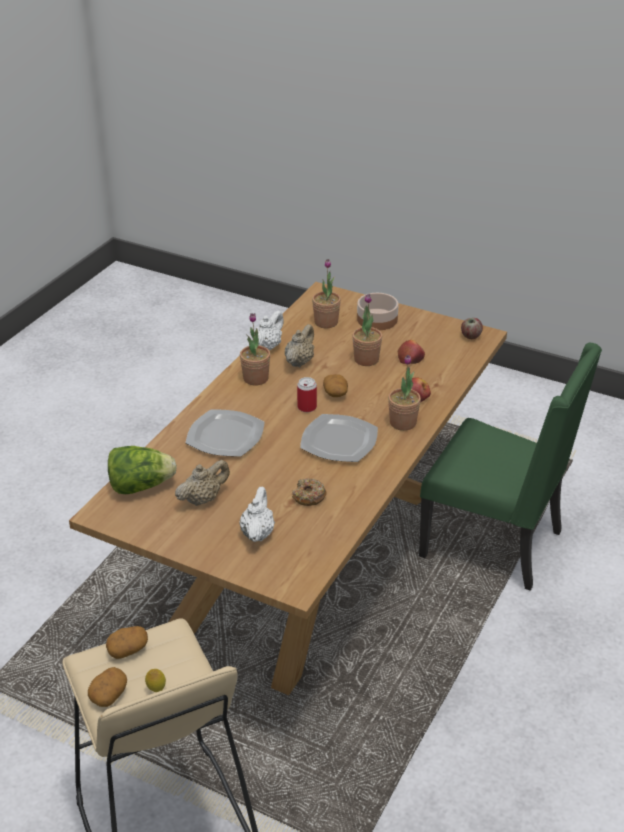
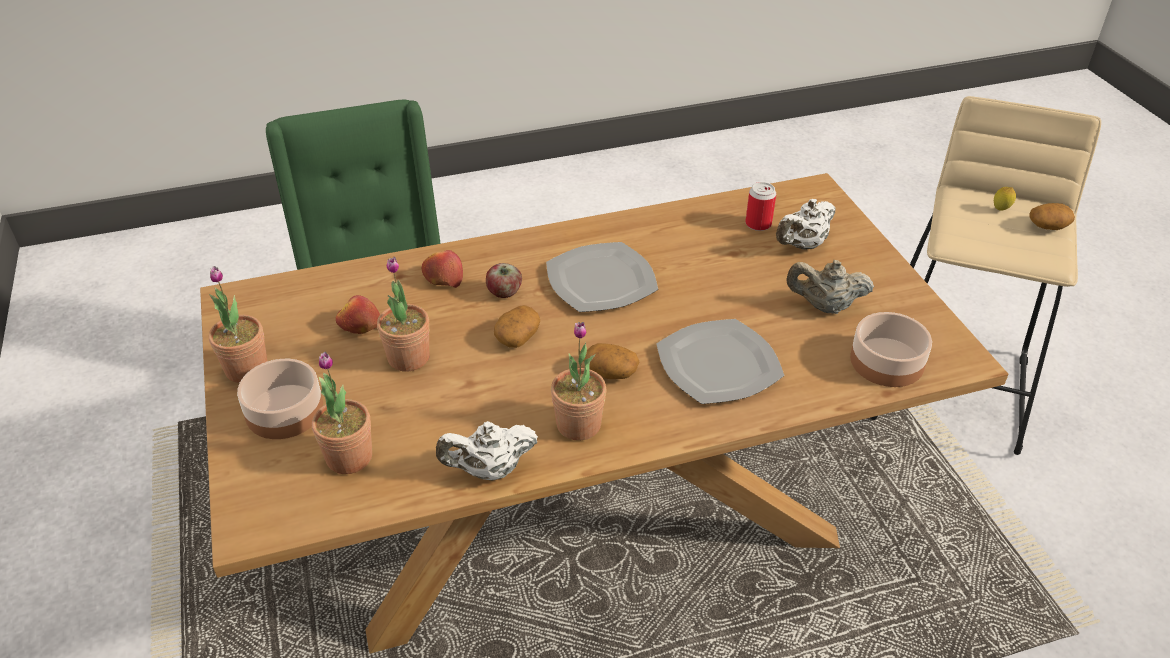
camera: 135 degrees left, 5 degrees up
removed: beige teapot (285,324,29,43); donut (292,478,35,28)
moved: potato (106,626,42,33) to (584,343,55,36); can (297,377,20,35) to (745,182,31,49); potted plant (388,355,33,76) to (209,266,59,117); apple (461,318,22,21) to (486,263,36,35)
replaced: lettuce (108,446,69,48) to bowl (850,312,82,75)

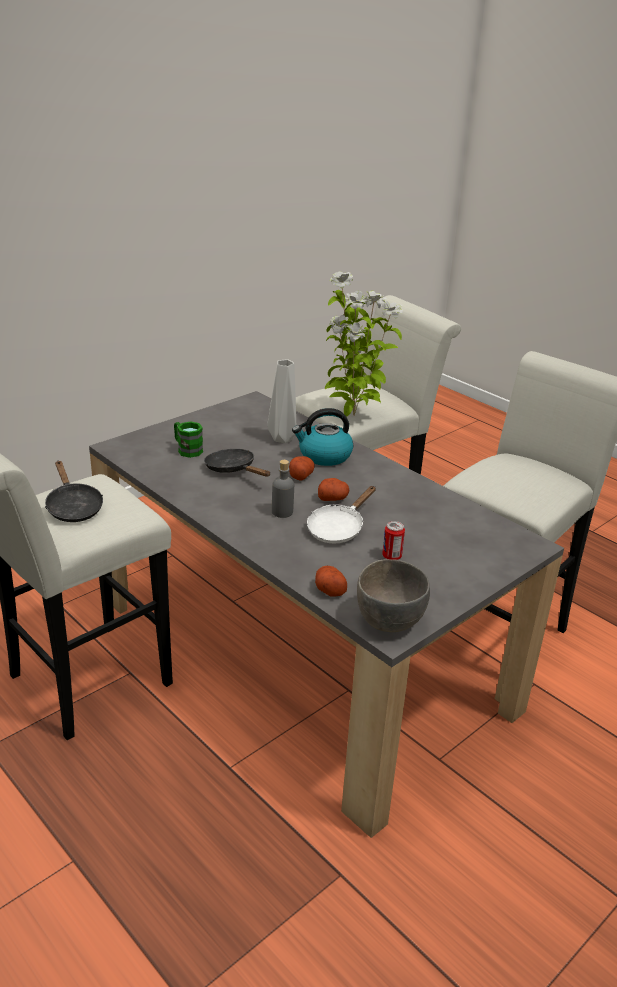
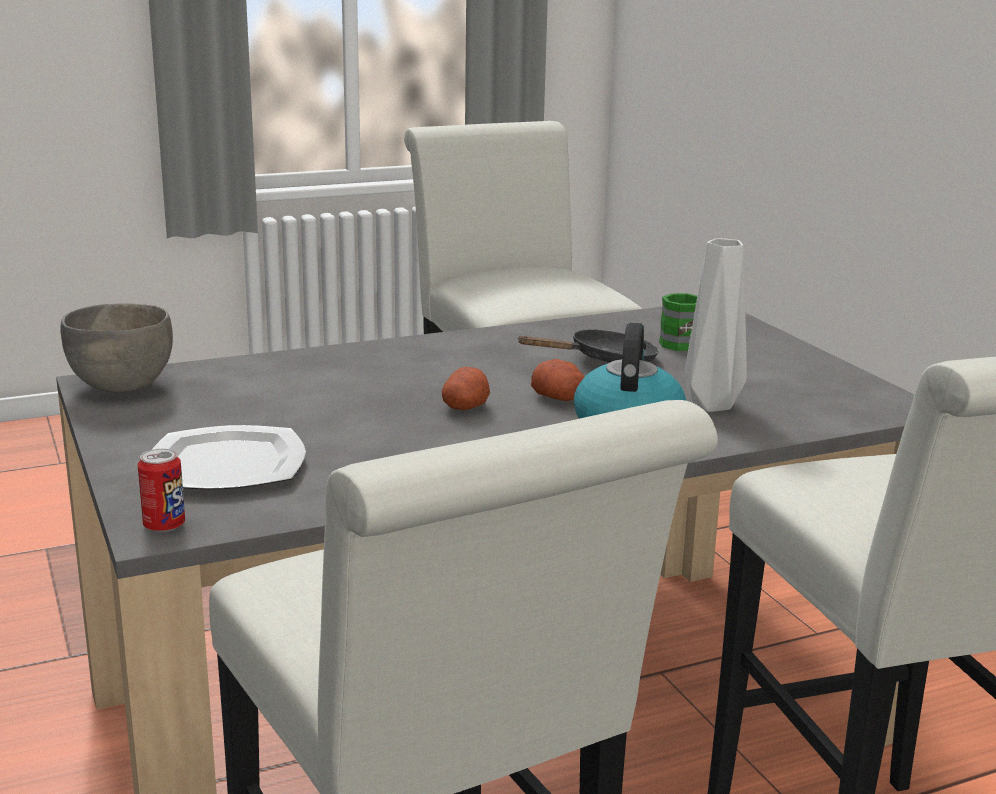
camera: 110 degrees right, 10 degrees down
removed: black frying pan (45,461,58,61); grey bottle (272,460,22,58); white frying pan (307,486,69,57); potato (315,566,32,31); potted plant (325,272,78,145)
added: plate (152,425,154,64)
moved: can (382,521,23,39) to (138,449,47,83)

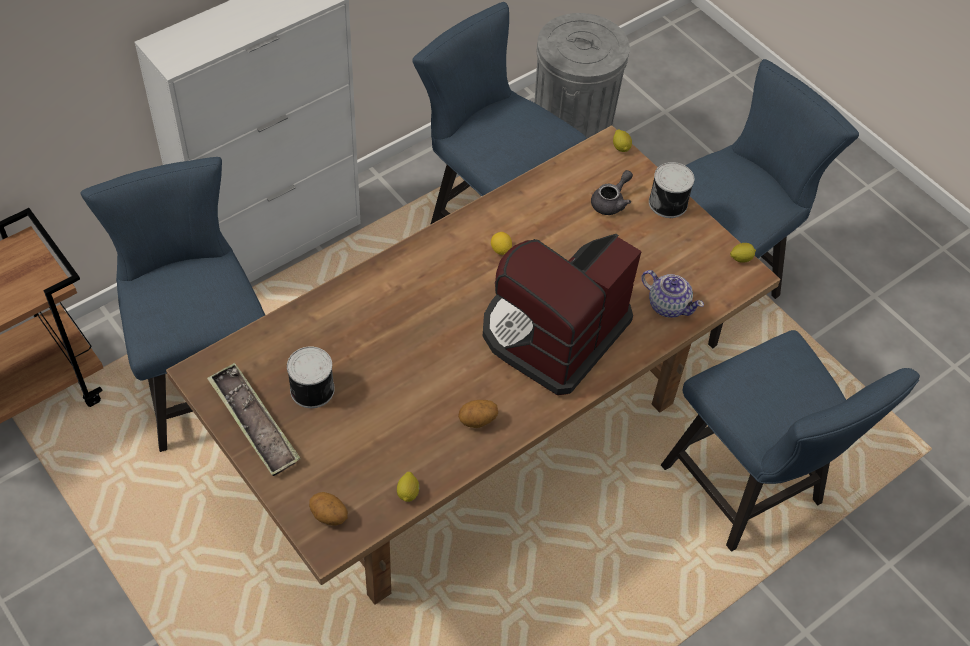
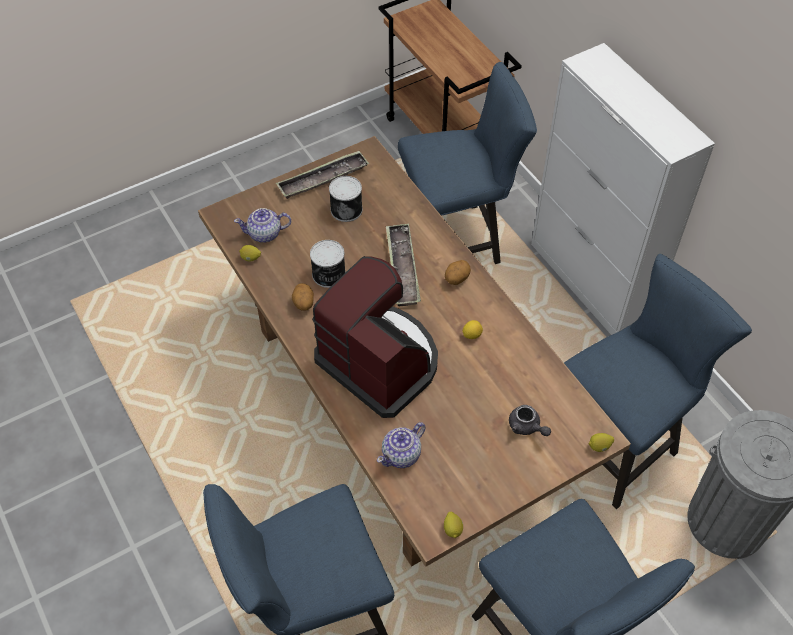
camera: 100 degrees right, 0 degrees up
added: teapot (234,208,57,35); tray (386,224,35,82)
moved: potato (309,492,39,34) to (445,260,26,25); can (649,162,45,56) to (310,240,36,48)

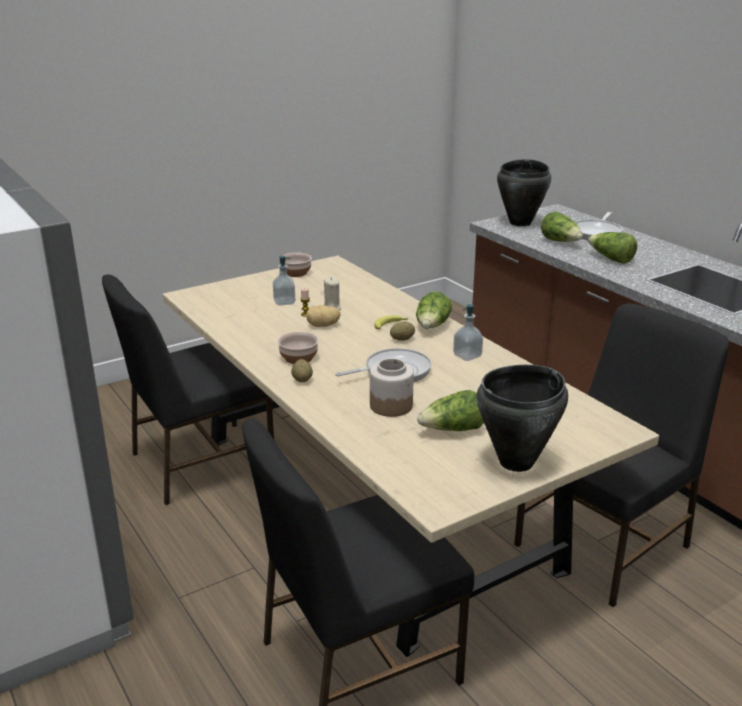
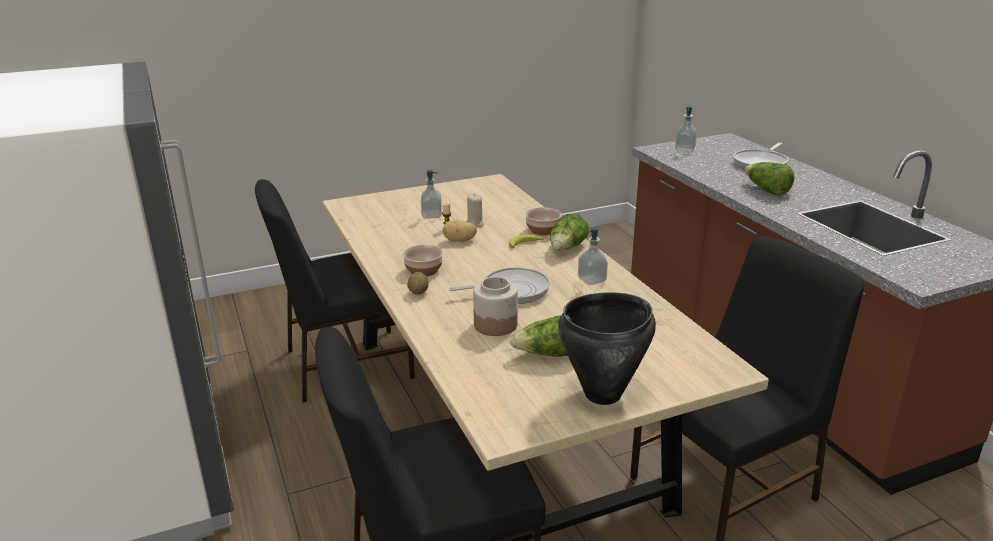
camera: 10 degrees right, 0 degrees up
removed: potato (390,321,25,20); lettuce (541,211,42,31)
moved: bowl (279,252,33,25) to (525,207,37,28)
replaced: black cooking pot (497,159,54,67) to soap dispenser (675,107,22,45)

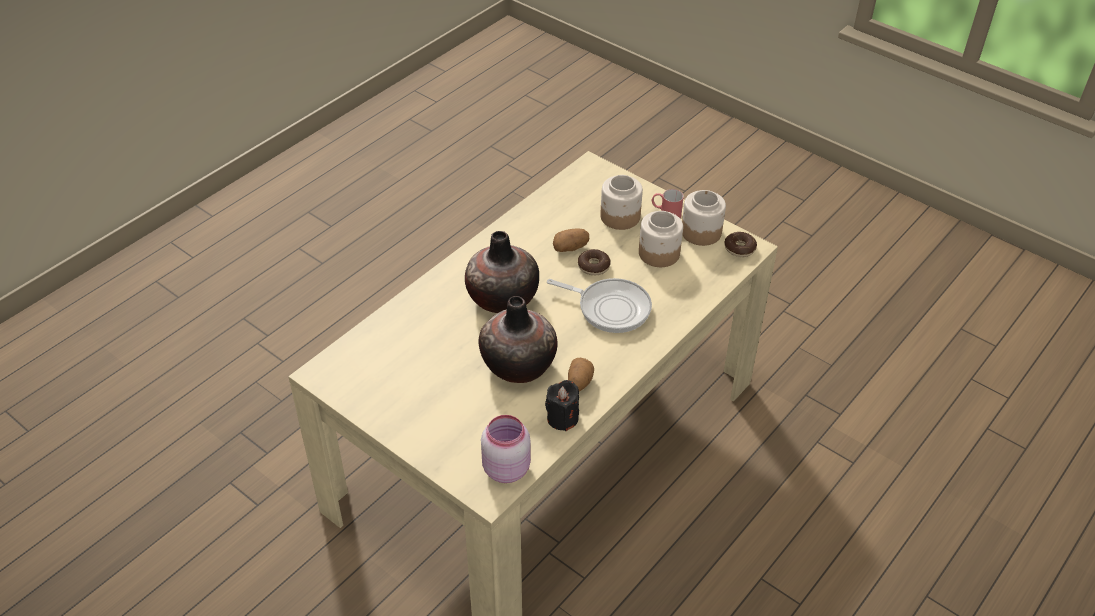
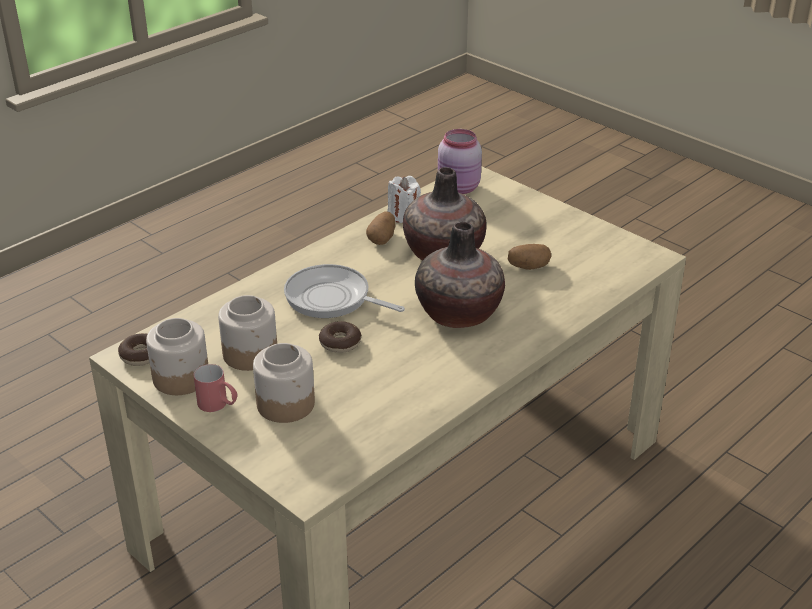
camera: 175 degrees left, 10 degrees down
moved: potato (553,228,36,24) to (508,244,44,26)
recoloured: black candle (545,380,34,51) to white candle (387,176,34,47)

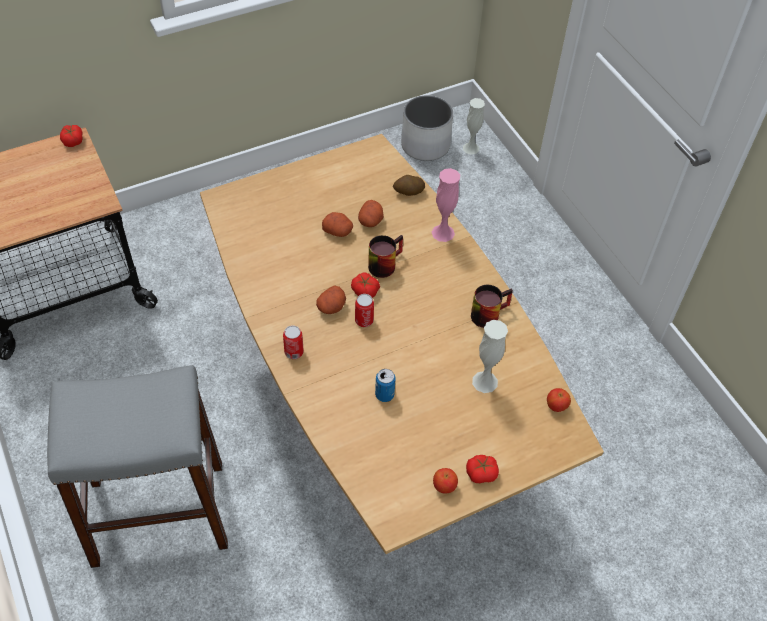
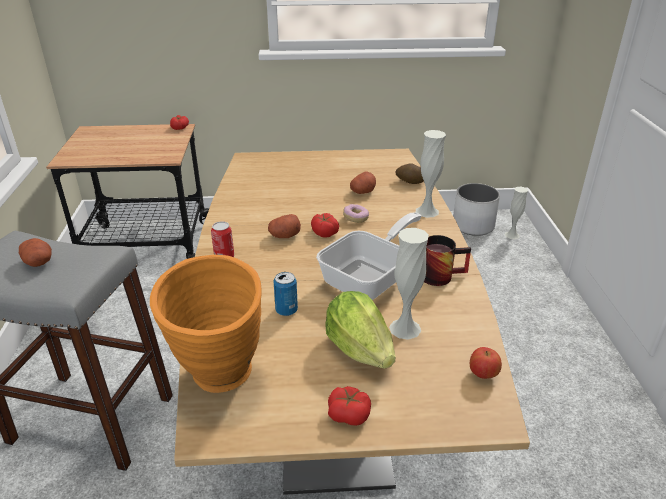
camera: 25 degrees right, 20 degrees down
removed: can (355,294,19,33); apple (433,468,25,25)
added: orange vase (150,255,112,138); frying pan (316,212,105,88); lettuce (325,291,70,78)
moved: potato (322,212,31,25) to (19,238,33,29)
replaced: mug (368,235,35,43) to donut (343,204,26,19)
recoloured: pink vase (432,168,28,74) to white vase (415,130,31,88)

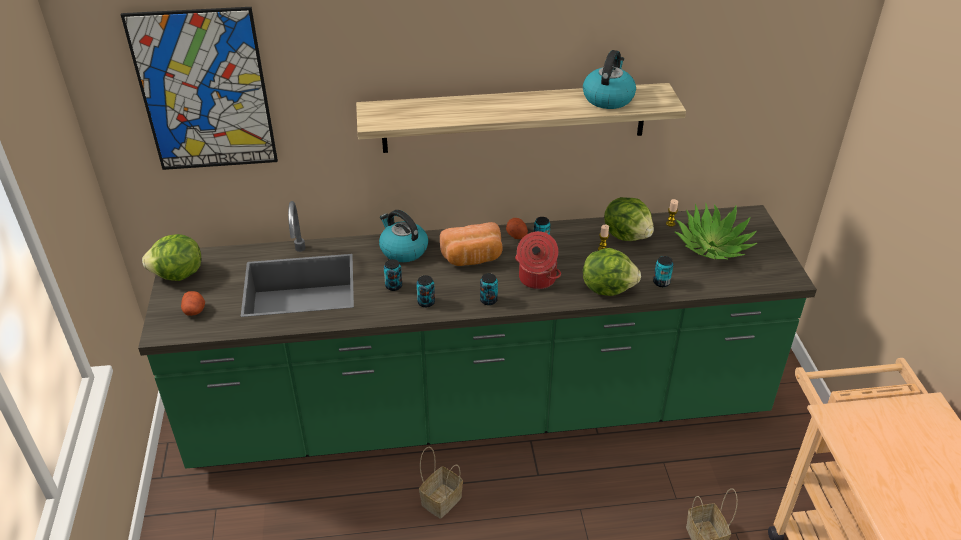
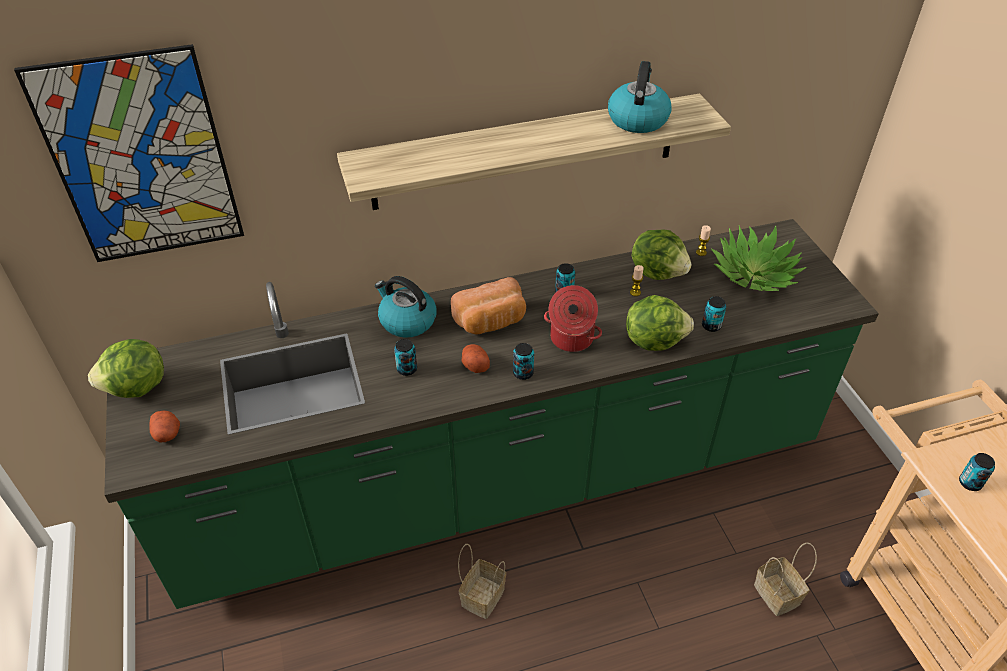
camera: 10 degrees left, 5 degrees up
moved: can (416,275,19,33) to (959,453,36,38); potato (506,218,22,21) to (462,344,28,29)

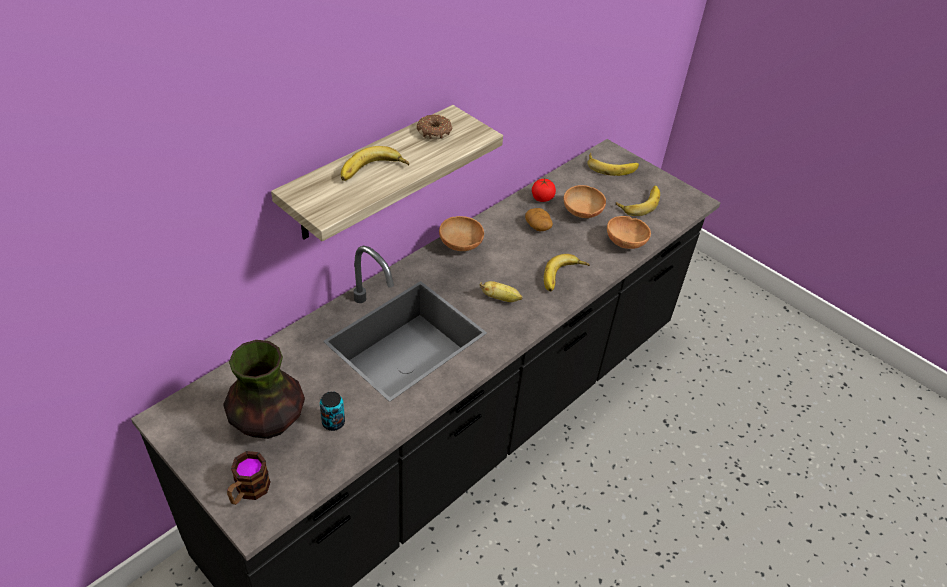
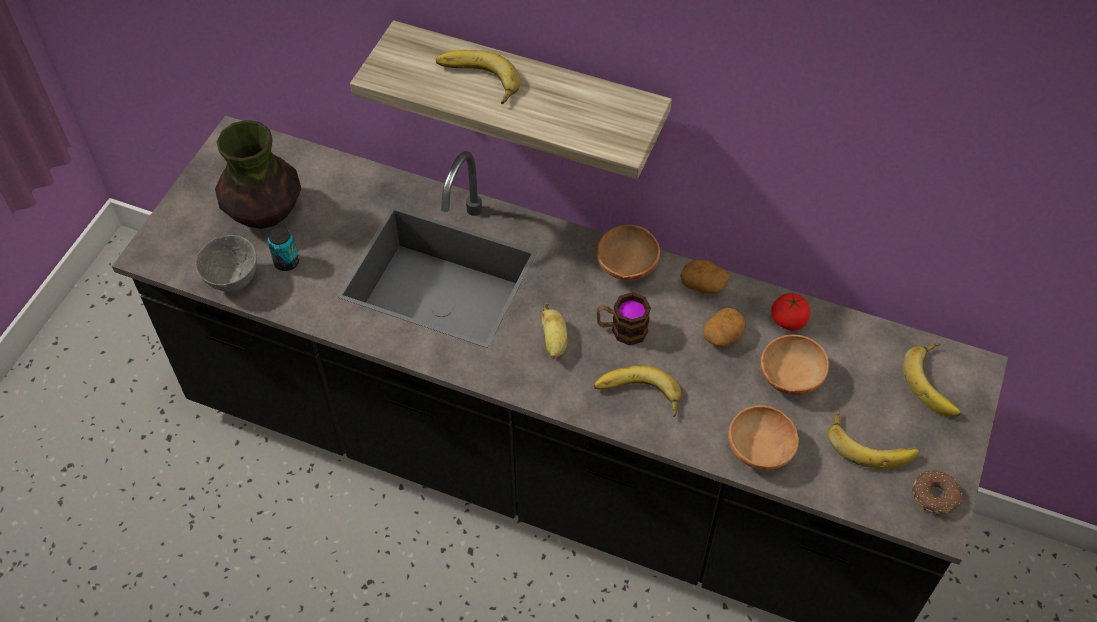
camera: 70 degrees right, 10 degrees up
added: grey bowl (196,235,61,57); potato (680,260,49,33)
moved: mug (227,451,44,54) to (596,292,55,54); donut (417,114,35,25) to (912,470,51,45)

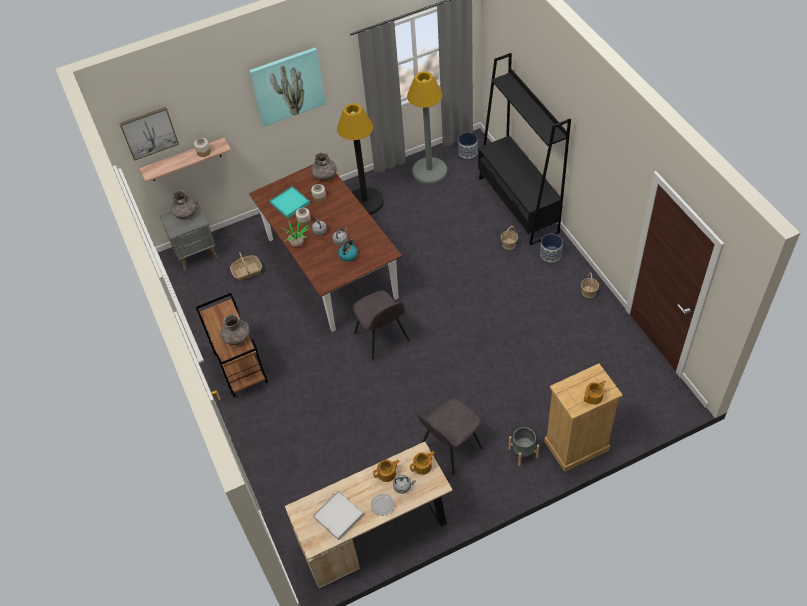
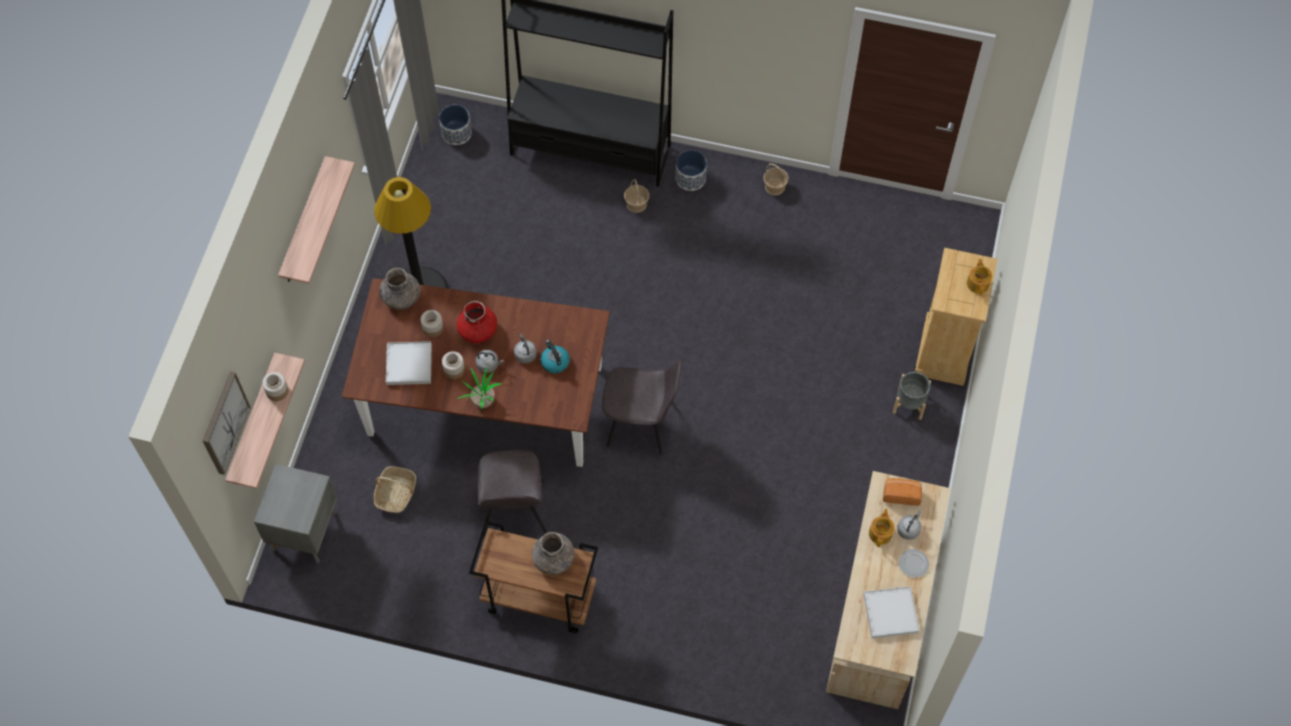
camera: 55 degrees left, 10 degrees up
removed: grey vase (171,190,26,29); grey floor lamp (407,71,40,113)
added: red vase (457,301,40,42)
moved: grey chair (417,398,66,77) to (478,450,69,87)
replaced: picture (249,48,77,79) to shelf (278,156,77,128); teapot (410,451,25,24) to bread (883,478,39,28)
recoloured: turquoise tray (270,187,40,31) to white tray (386,341,46,44)

